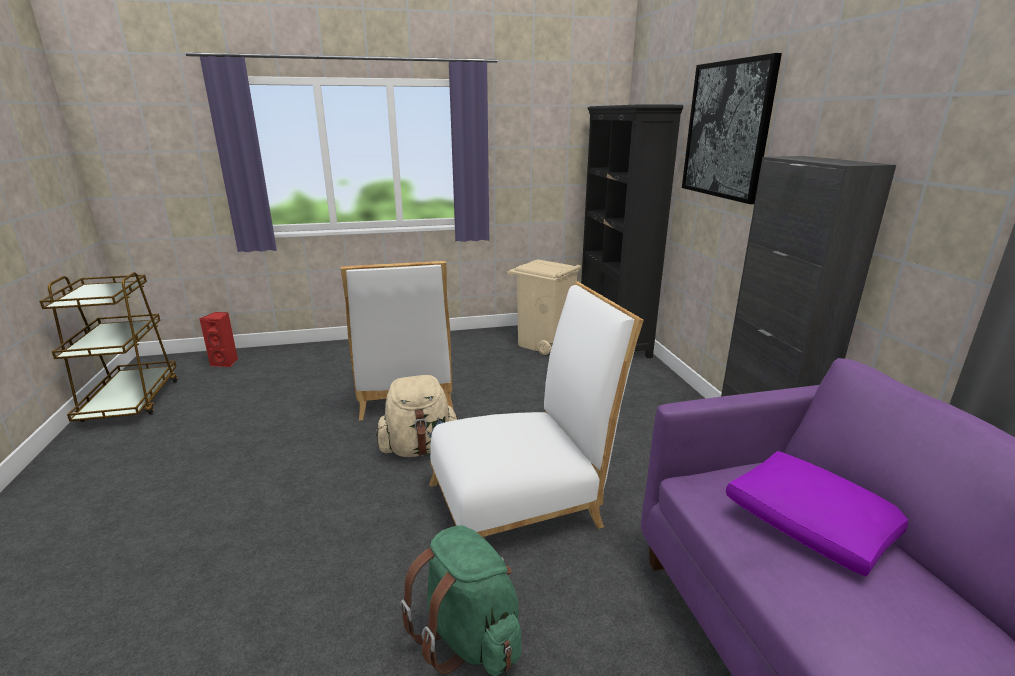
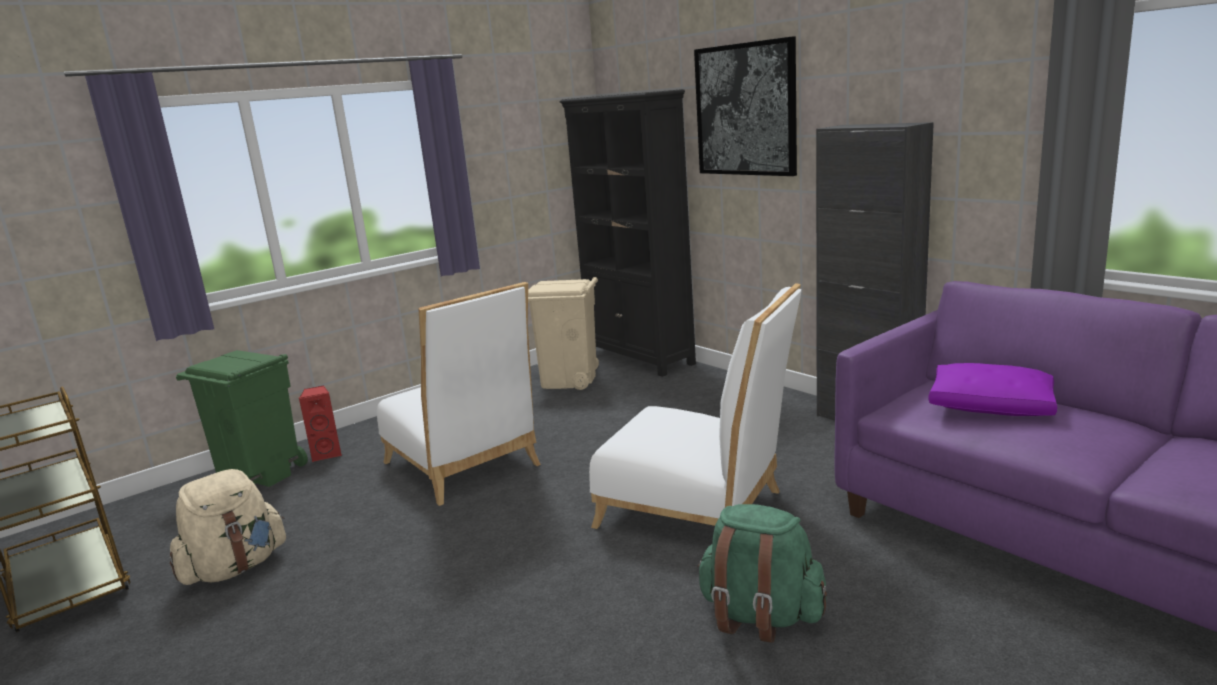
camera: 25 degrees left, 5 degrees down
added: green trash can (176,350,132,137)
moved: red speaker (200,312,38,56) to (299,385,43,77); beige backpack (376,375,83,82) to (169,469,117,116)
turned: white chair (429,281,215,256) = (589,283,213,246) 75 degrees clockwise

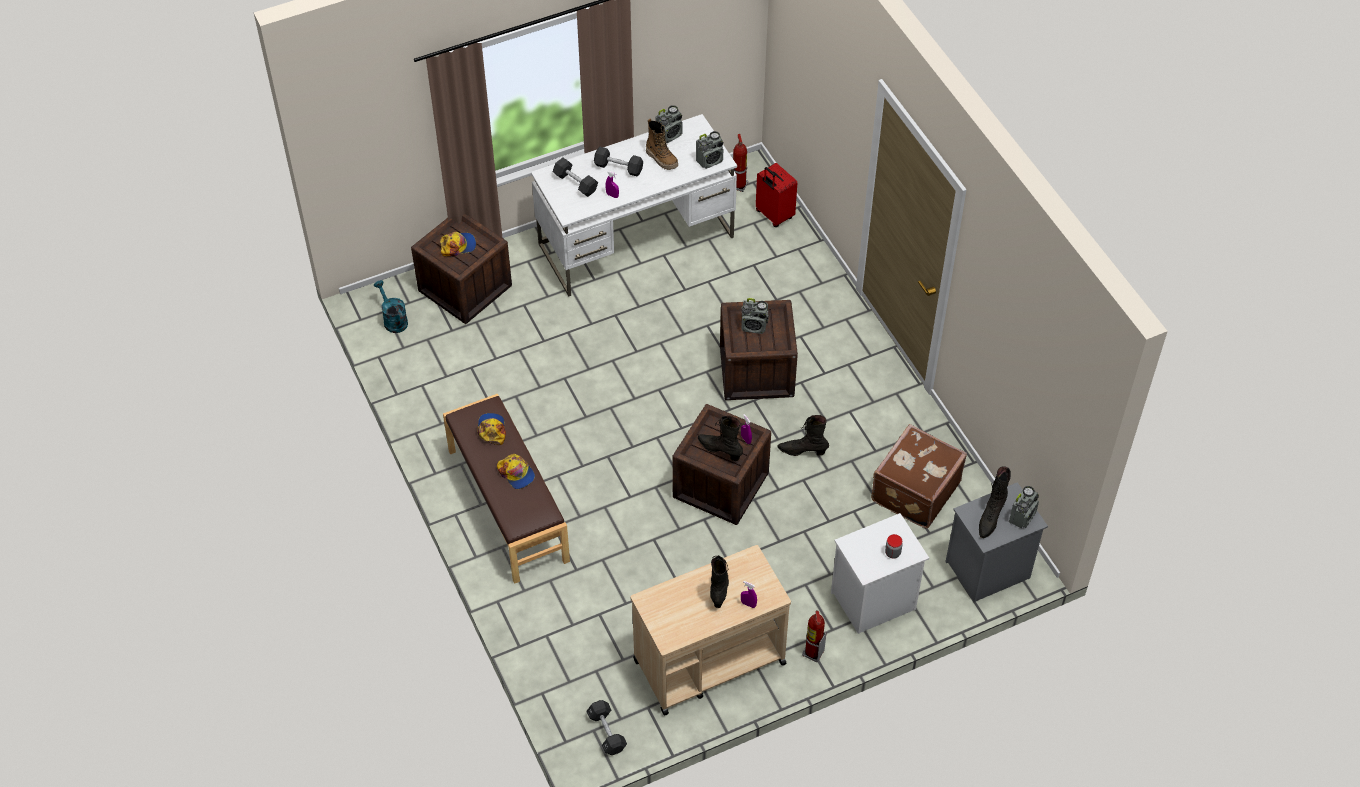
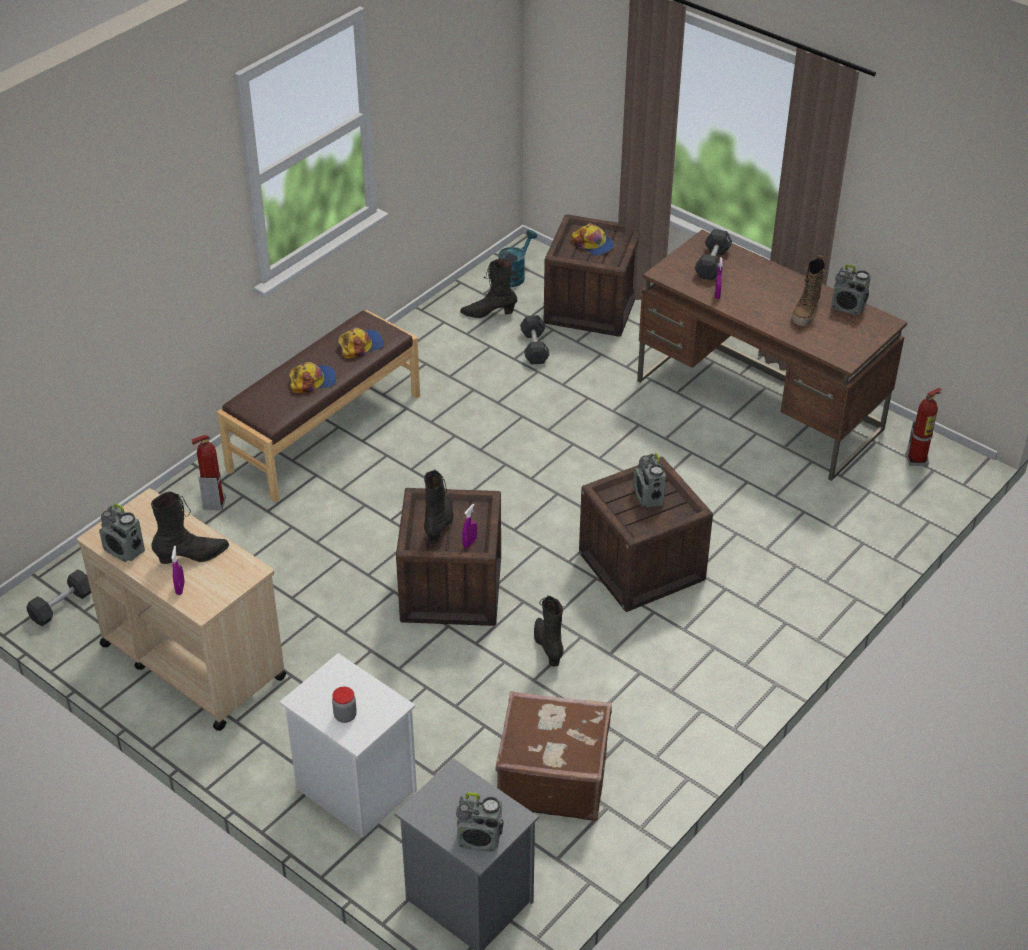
camera: 65 degrees right, 10 degrees down
removed: red suitcase (756,163,41,64)
moved: black dumbbell (594,147,49,29) to (520,315,30,49); radio (696,131,27,38) to (99,503,46,59); fire extinguisher (802,610,25,52) to (191,435,35,75); black boot (979,466,32,72) to (460,259,57,59)
recoloured: white desk (531,114,206,183) to brown desk (637,230,270,251)
turned: cap (497,454,38,35) = (289,362,47,31) 135 degrees counterclockwise

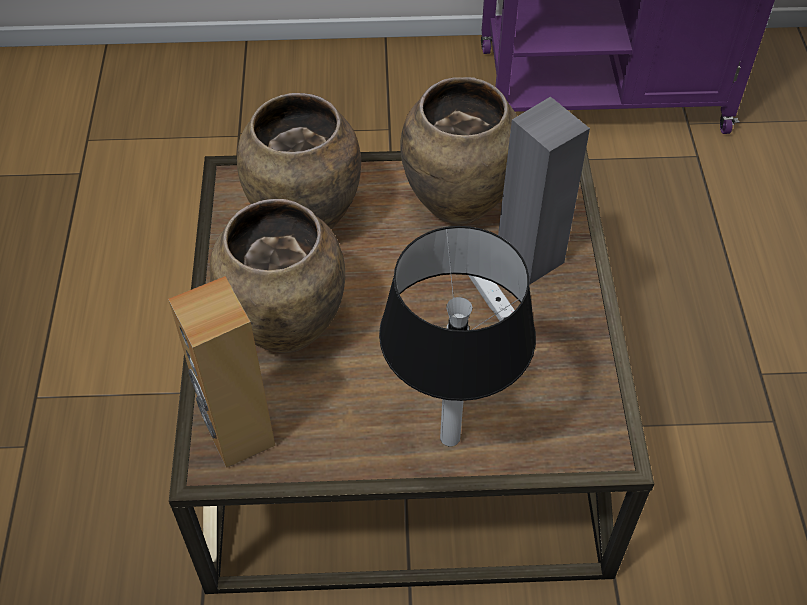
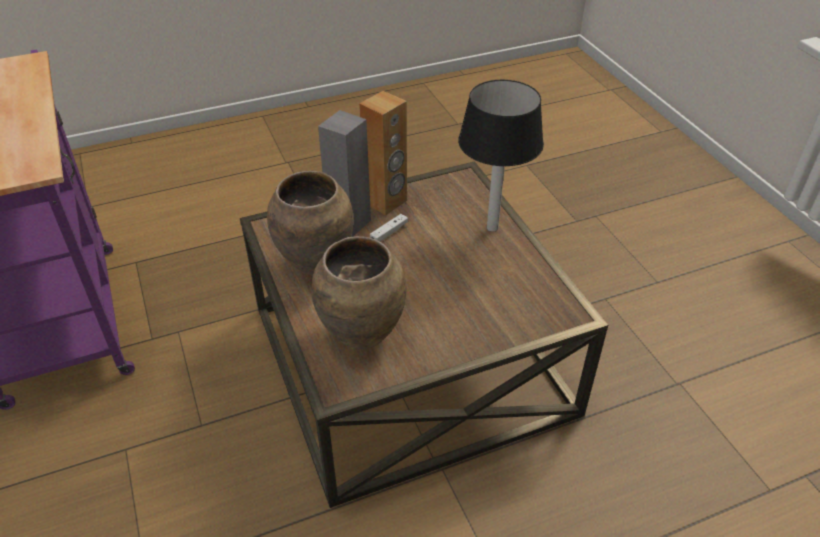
camera: 110 degrees left, 10 degrees down
removed: brown vase (210,199,135,154)
moved: brown speaker (168,276,107,192) to (359,91,48,125)

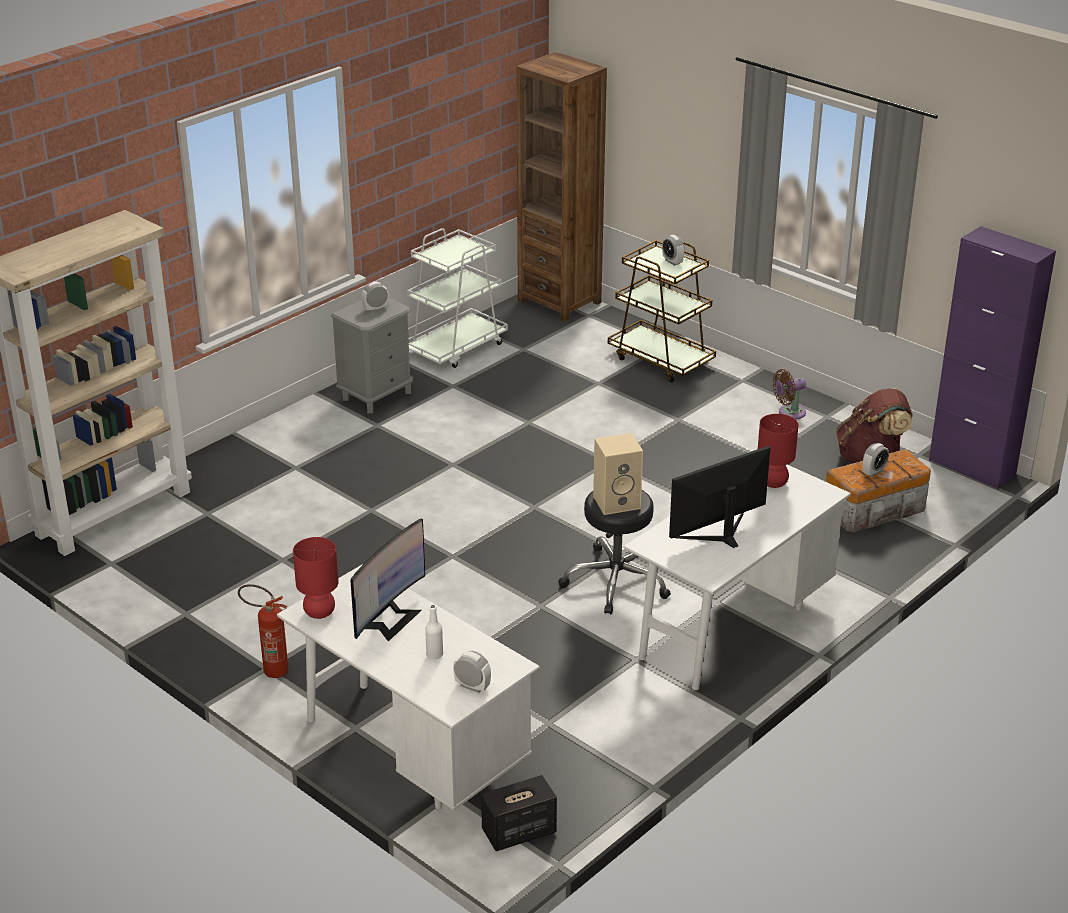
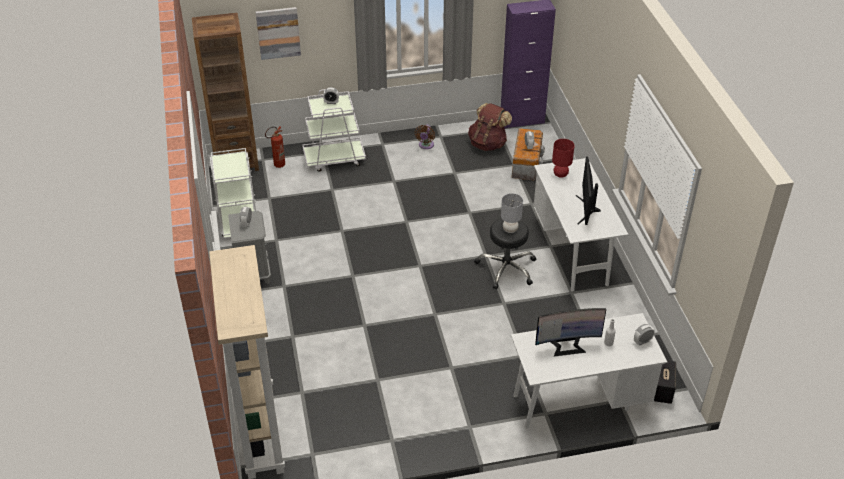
camera: 55 degrees left, 10 degrees up
removed: red table lamp (293,537,46,82)
added: picture (256,7,45,53)
moved: fire extinguisher (238,584,50,94) to (265,126,20,42)
replaced: beige speaker (593,433,50,82) to grey table lamp (501,193,22,40)
recoloured: brown cart (608,240,108,142) to white cart (302,88,64,84)
turned: monitor (350,518,75,124) = (535,308,71,48) 105 degrees clockwise

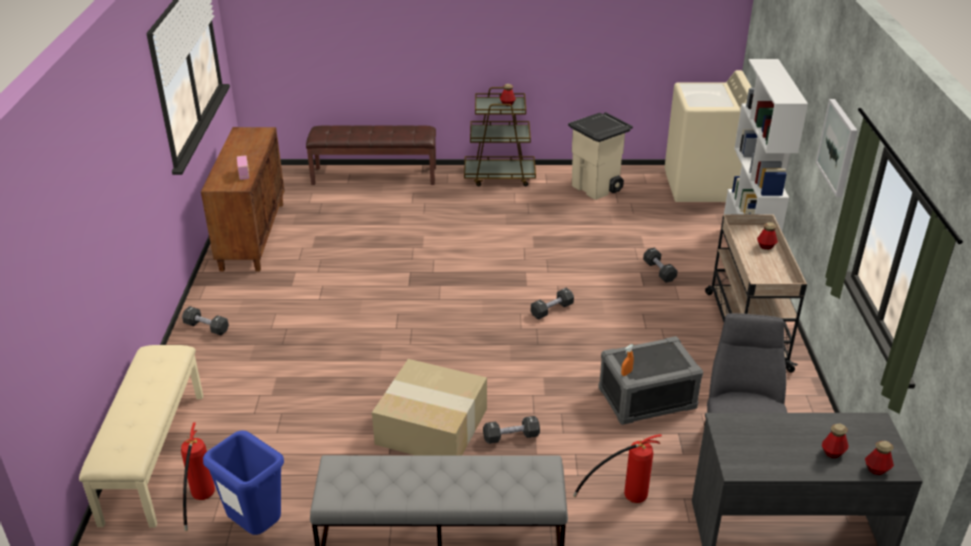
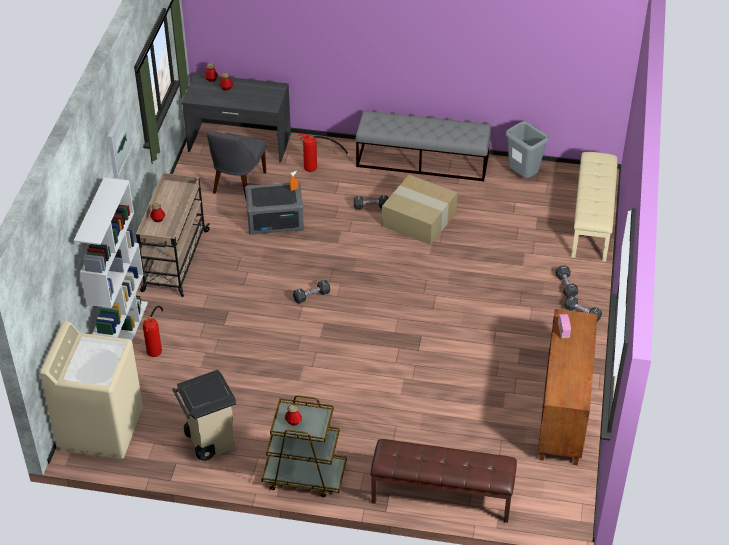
camera: 170 degrees left, 10 degrees up
moved: fire extinguisher (181,422,34,109) to (143,306,21,51); black dumbbell (643,248,35,35) to (555,265,24,33)
recoloured: blue trash can (203,431,81,104) to grey trash can (506,121,43,57)

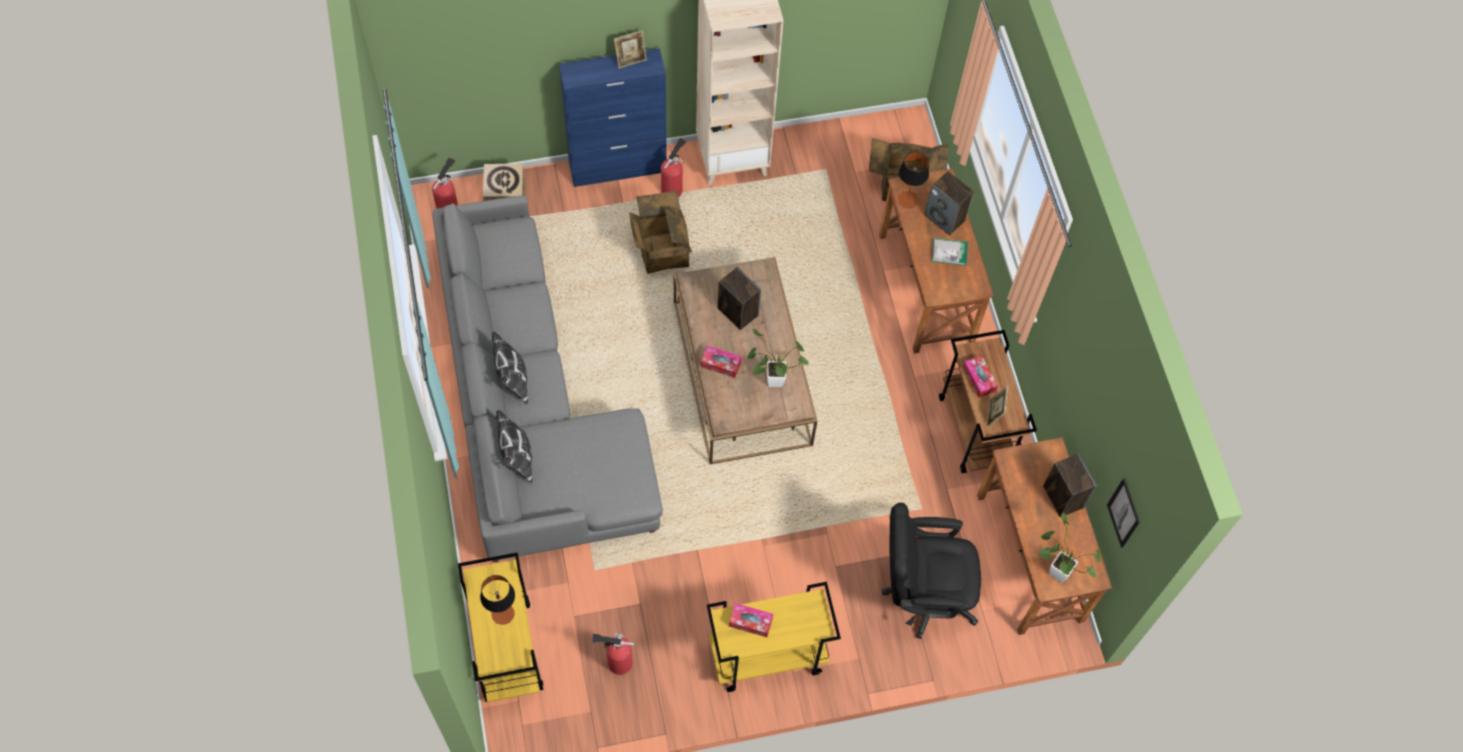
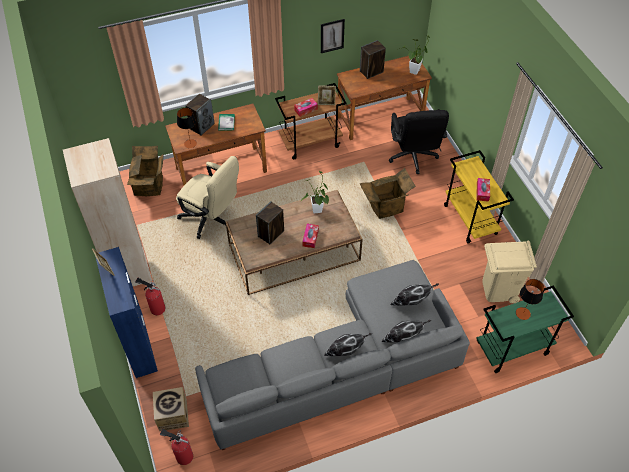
camera: 95 degrees left, 10 degrees down
added: beige office chair (176,156,63,83); pillow (390,283,49,23)
moved: cardboard box (629,190,63,84) to (359,168,57,51); picture (1107,478,33,70) to (321,19,24,34)
replaced: fire extinguisher (592,629,42,46) to beige trash can (482,241,55,62)
recoloured: yellow cart (458,552,85,150) to green cart (476,285,98,88)

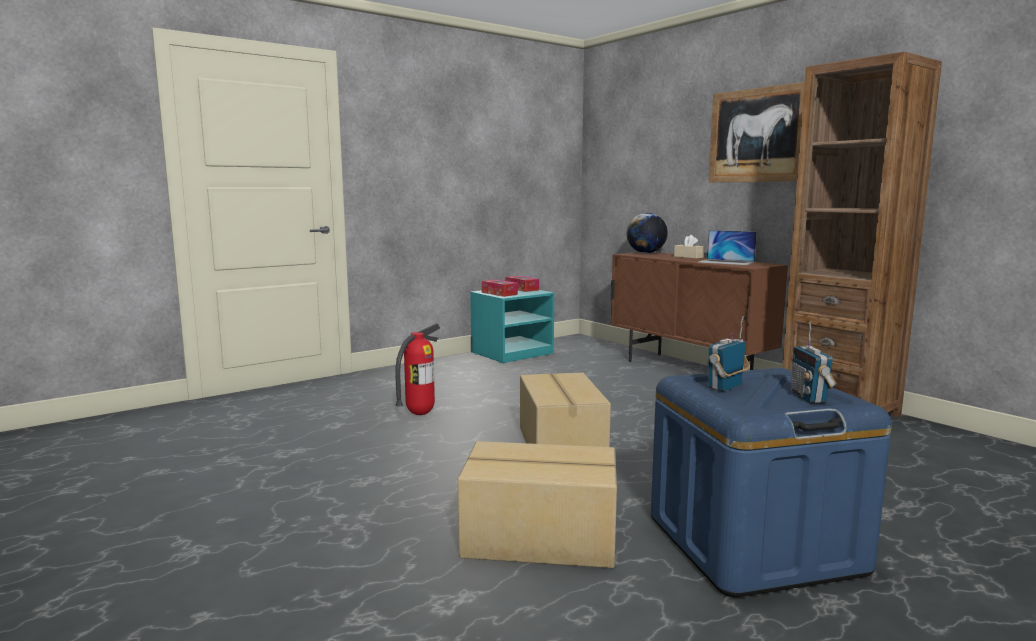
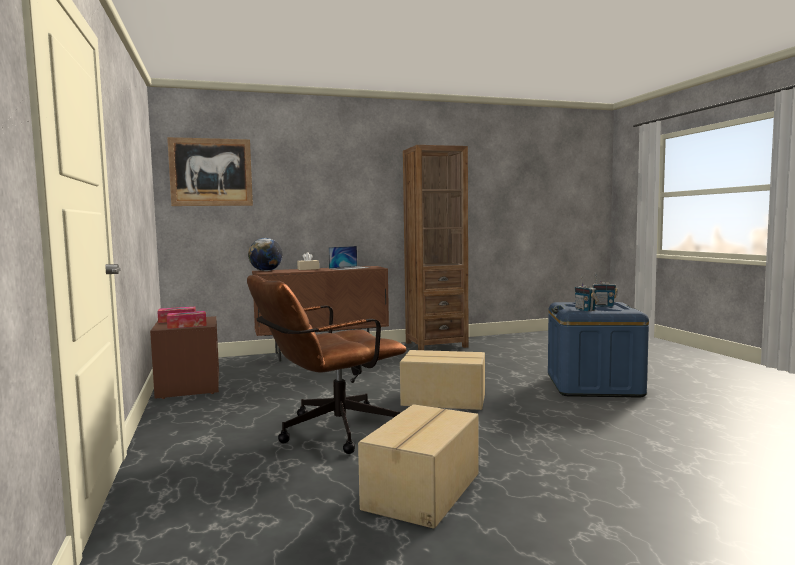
camera: 70 degrees left, 5 degrees down
moved: cardboard box (458,441,159,127) to (358,404,120,125); picture (708,82,97,101) to (167,137,86,69)
replaced: fire extinguisher (395,323,45,92) to brown office chair (247,275,160,179)
recoloured: turquoise nightstand (470,290,85,73) to brown nightstand (150,316,69,83)

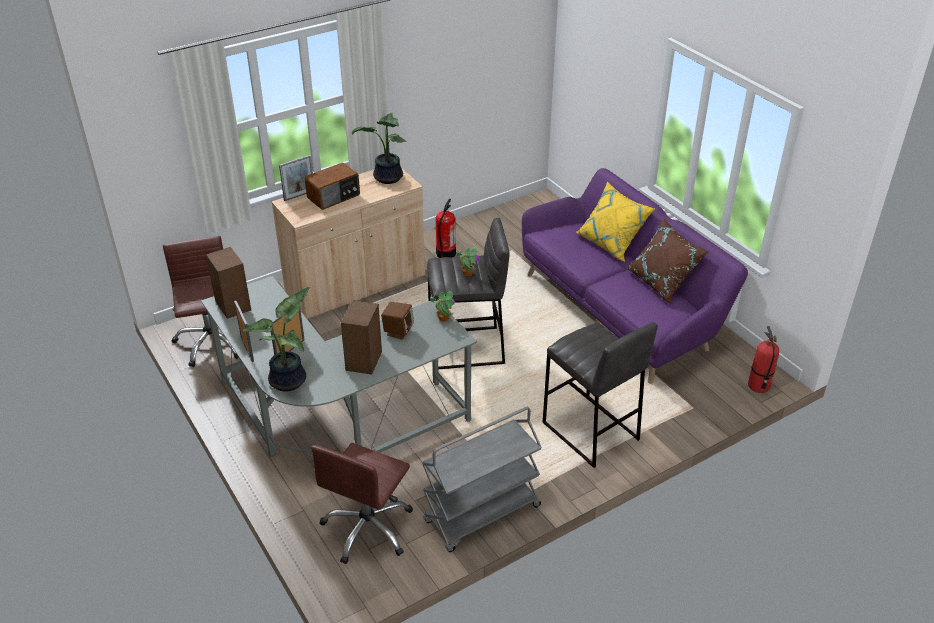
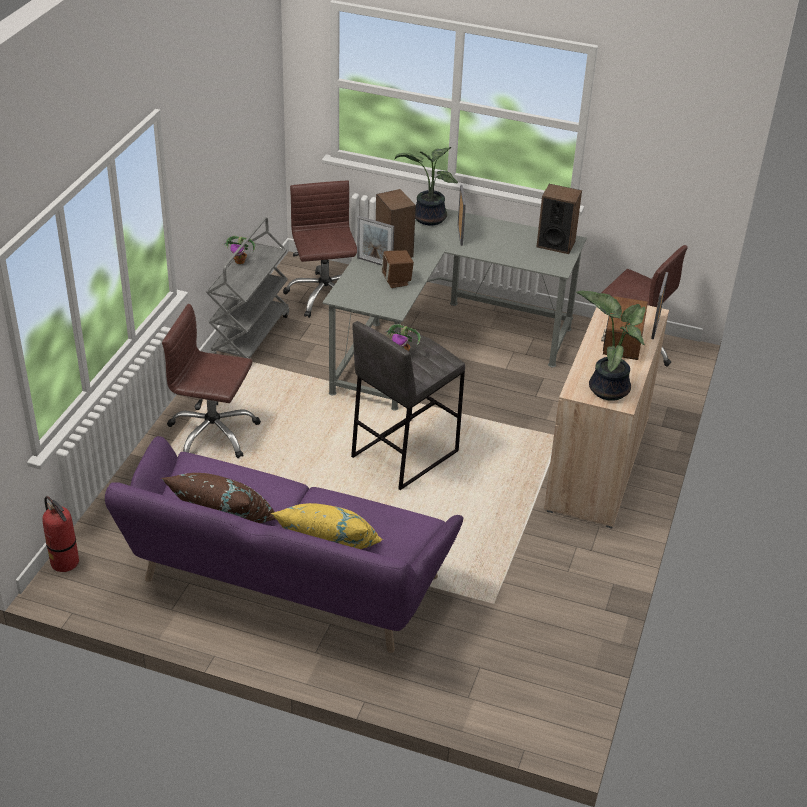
camera: 140 degrees right, 0 degrees up
removed: fire extinguisher (436,199,20,59)
moved: picture frame (234,300,20,62) to (357,216,37,50); potted plant (430,291,25,31) to (224,236,31,28)
replaced: grey stool (543,322,115,146) to brown office chair (162,304,99,154)

